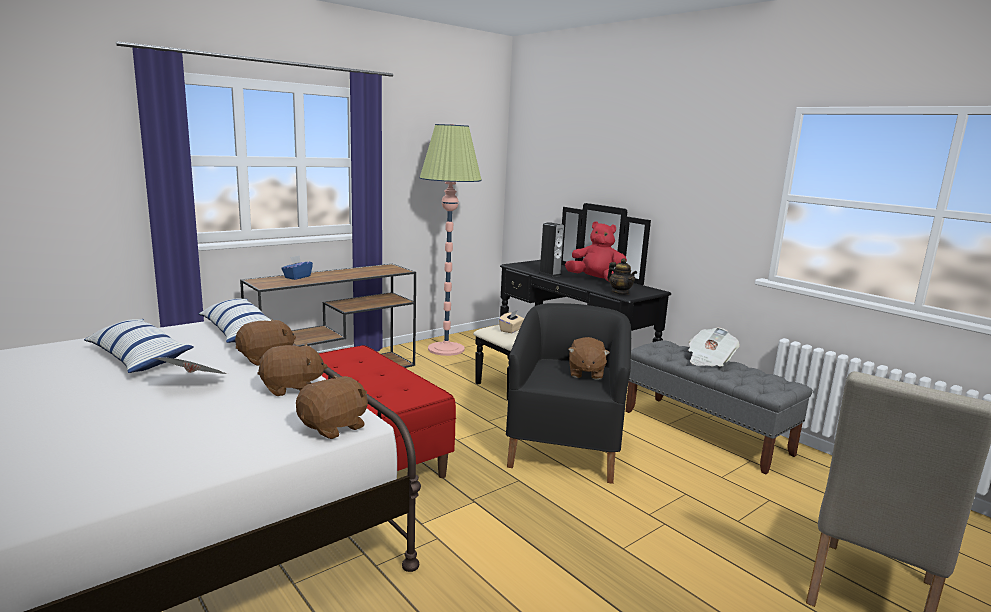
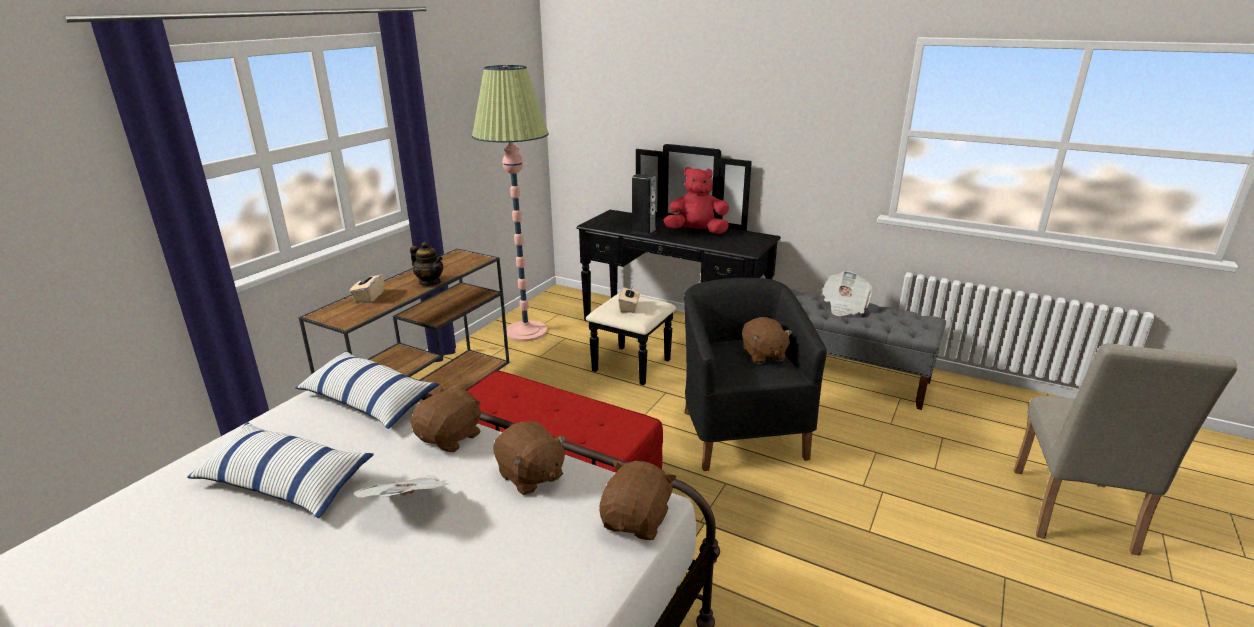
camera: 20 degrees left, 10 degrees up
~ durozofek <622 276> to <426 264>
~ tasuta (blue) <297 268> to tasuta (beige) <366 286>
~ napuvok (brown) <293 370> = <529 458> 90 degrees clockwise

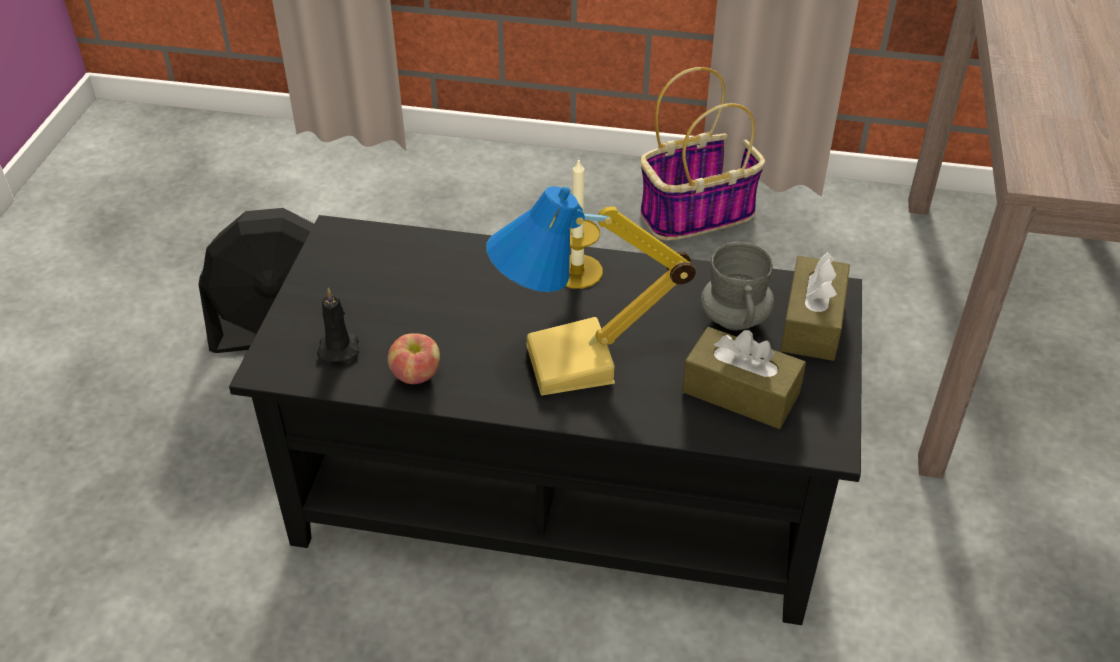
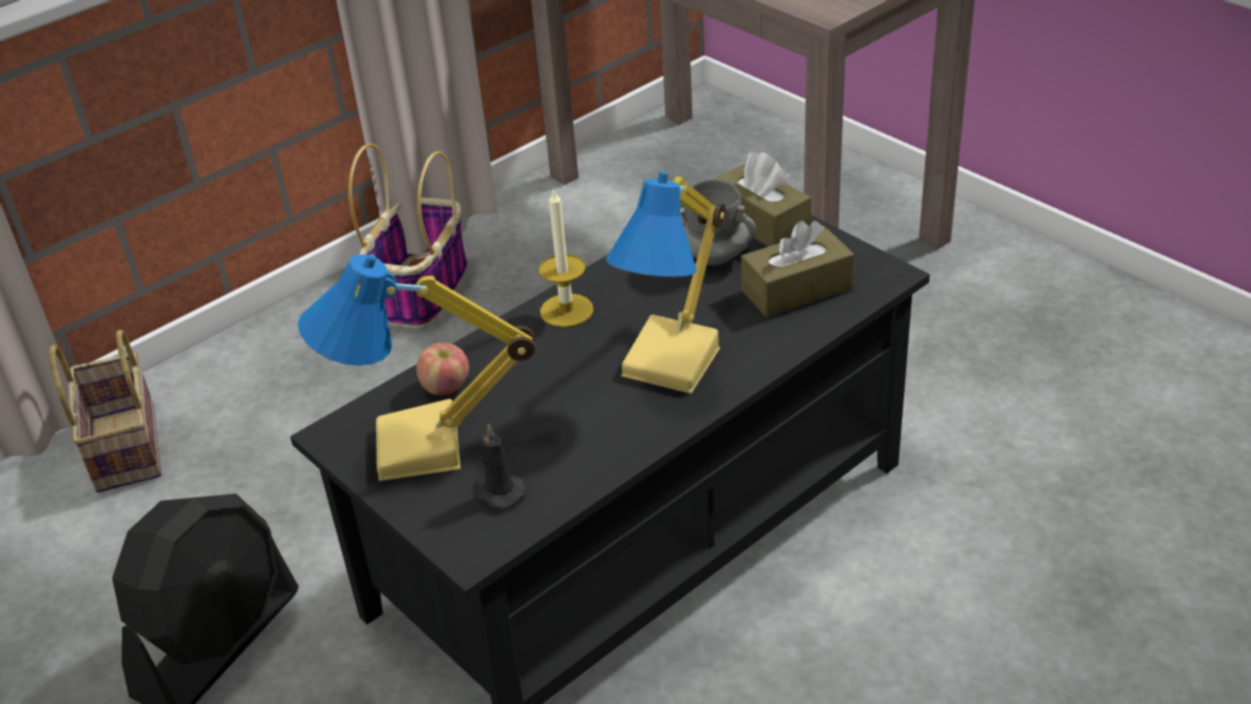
camera: 50 degrees left, 5 degrees down
+ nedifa <105 411>
+ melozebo <416 367>
~ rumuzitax <414 358> to <442 369>

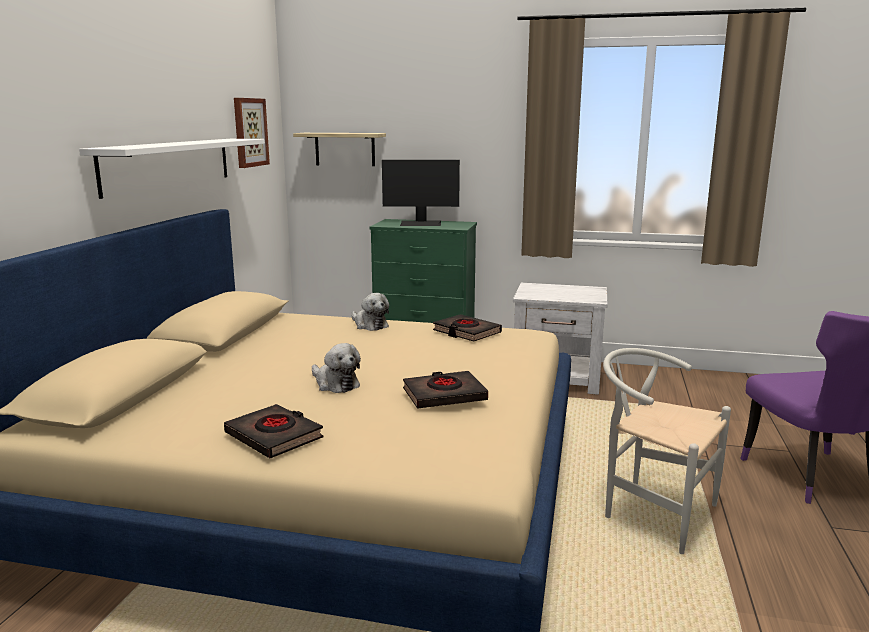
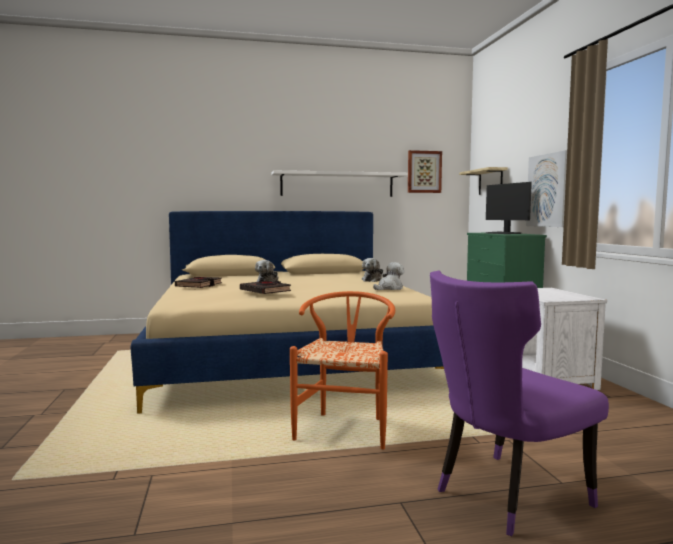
camera: 65 degrees right, 10 degrees down
+ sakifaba <546 188>
~ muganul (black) <467 327> to napuvok <388 276>
~ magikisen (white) <667 451> to magikisen (orange) <342 370>

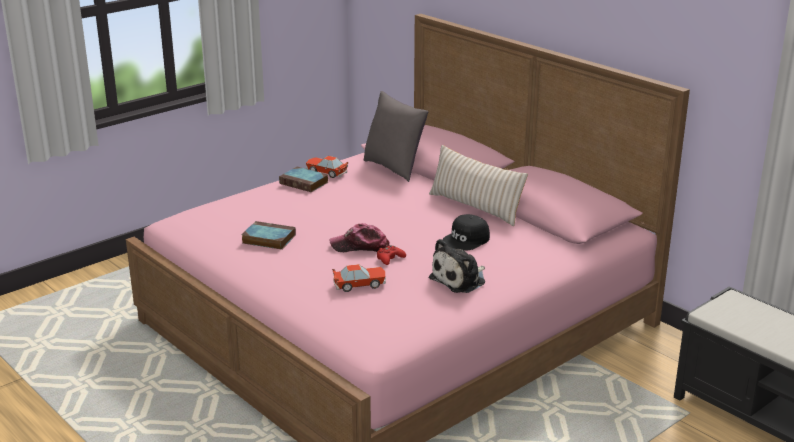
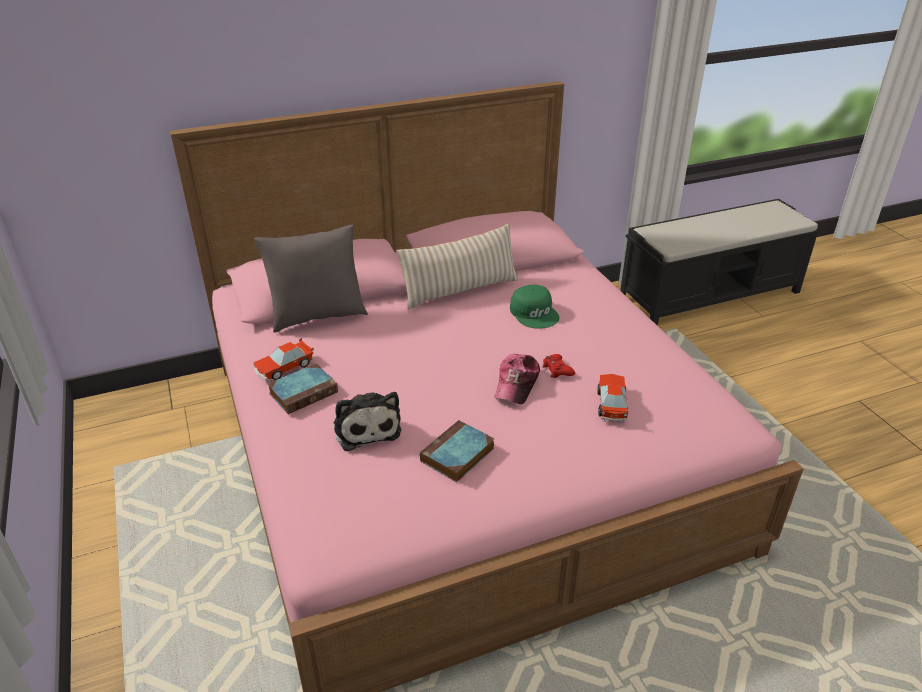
camera: 70 degrees left, 10 degrees up
~ napuvok <457 266> to <367 421>
~ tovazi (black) <466 232> to tovazi (green) <534 306>

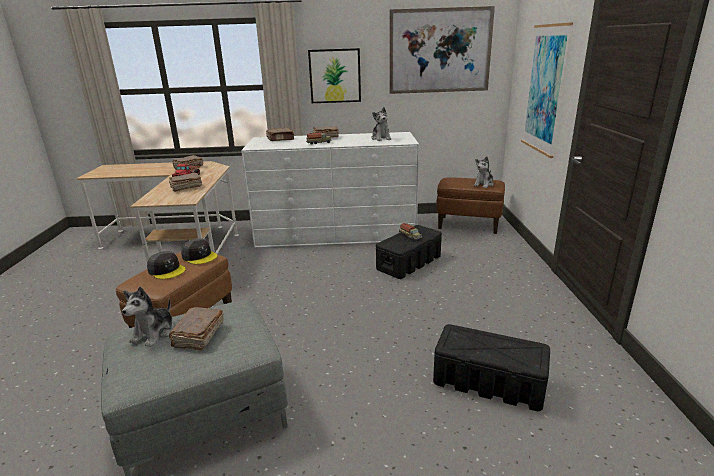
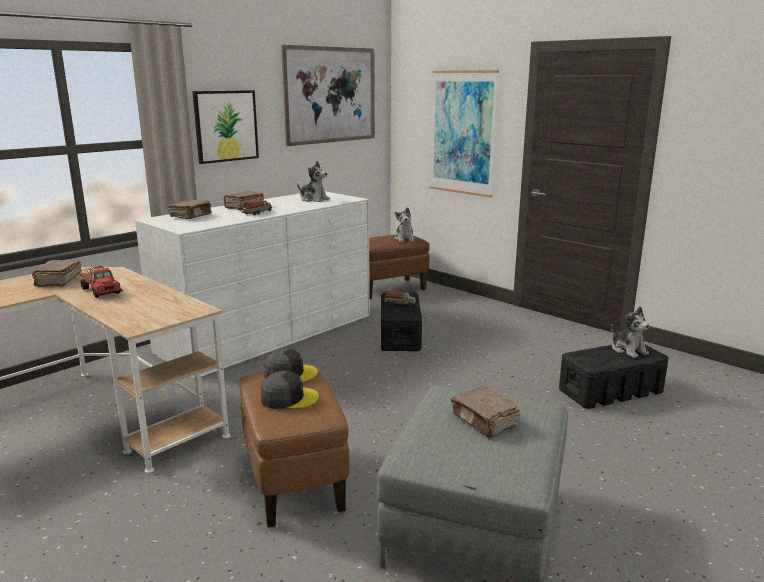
camera: 45 degrees left, 5 degrees down
- muganul (brown) <185 182>
~ napuvok <148 316> to <630 332>

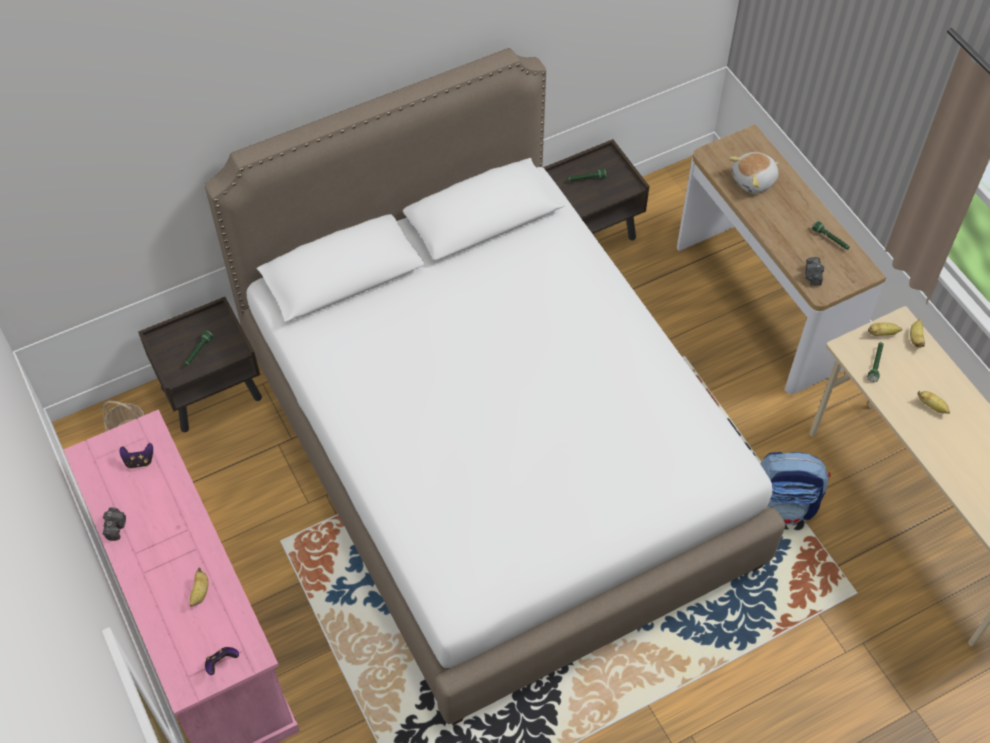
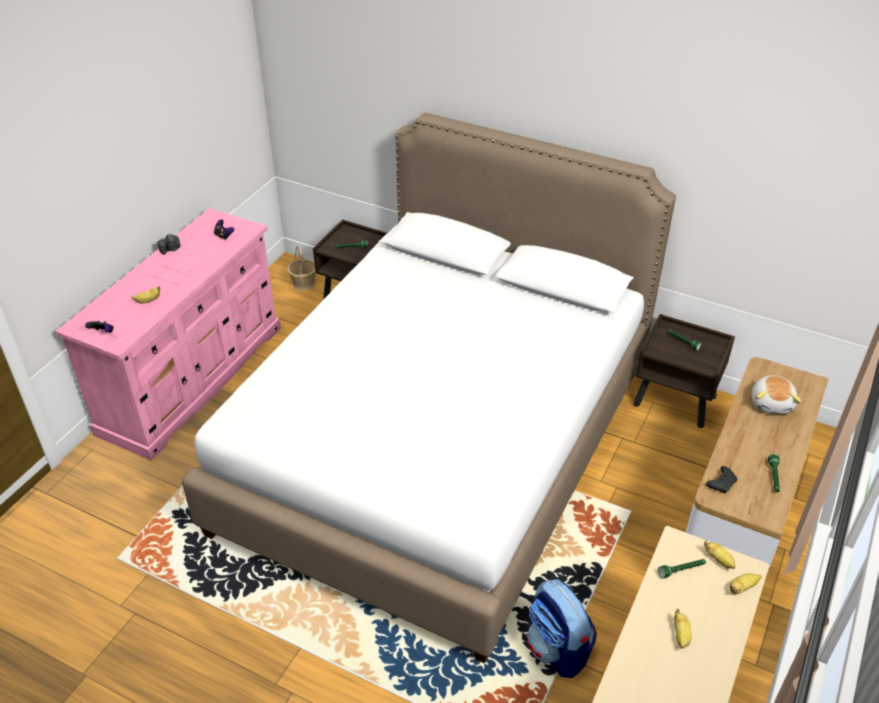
camera: 55 degrees right, 15 degrees down
~ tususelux <814 271> to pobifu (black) <721 480>
~ napuvok <753 172> = <777 394> 105 degrees counterclockwise

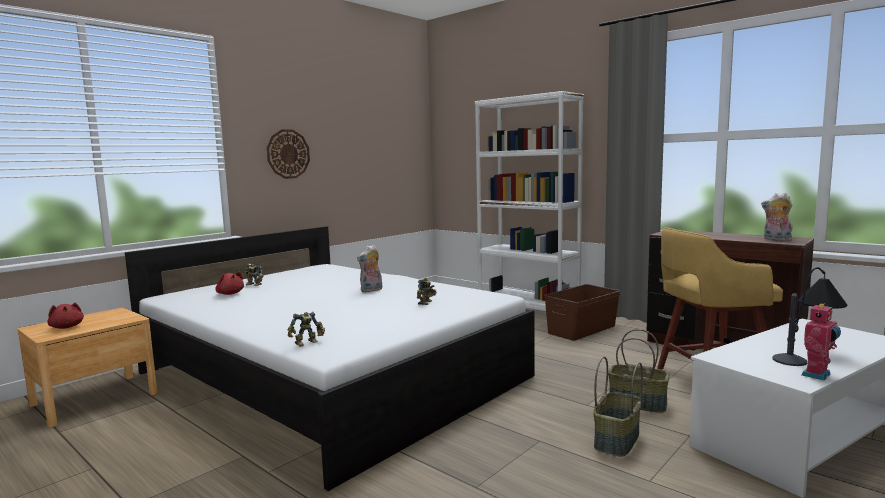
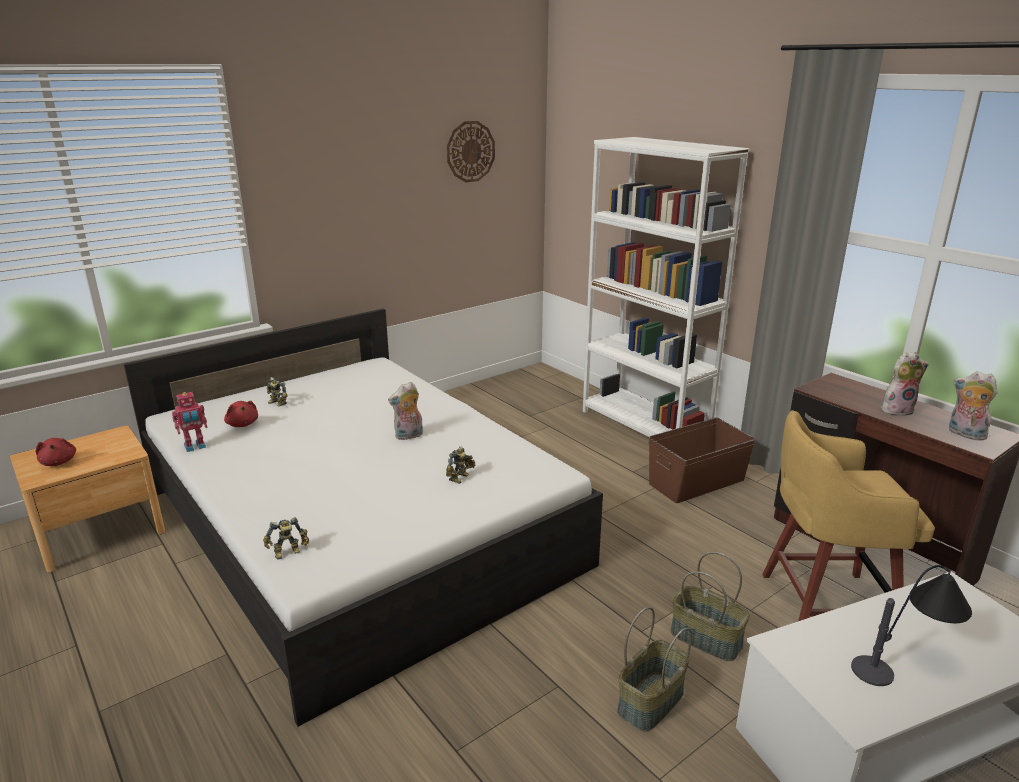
camera: 10 degrees right, 15 degrees up
+ napuvok <905 384>
~ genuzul <288 154> to <471 151>
~ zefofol <821 342> to <189 422>

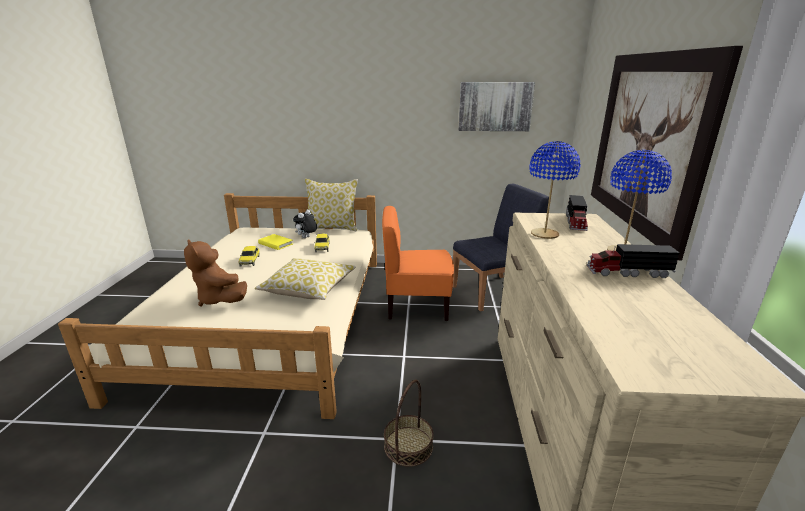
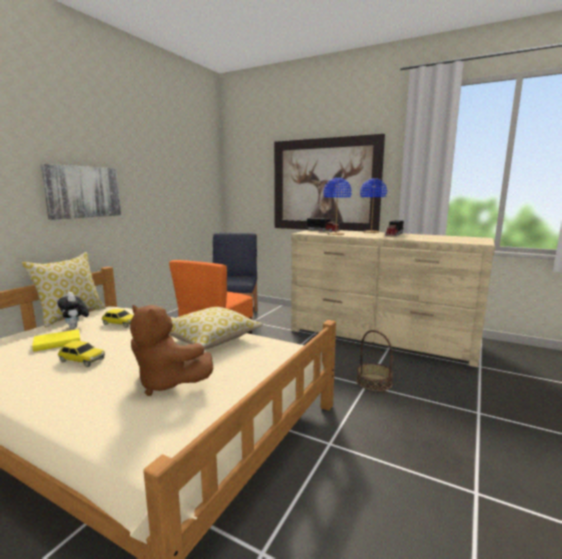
camera: 65 degrees left, 10 degrees down
~ sakifaba <496 106> to <80 192>
~ napuvok (brown) <215 273> = <171 350> 45 degrees clockwise

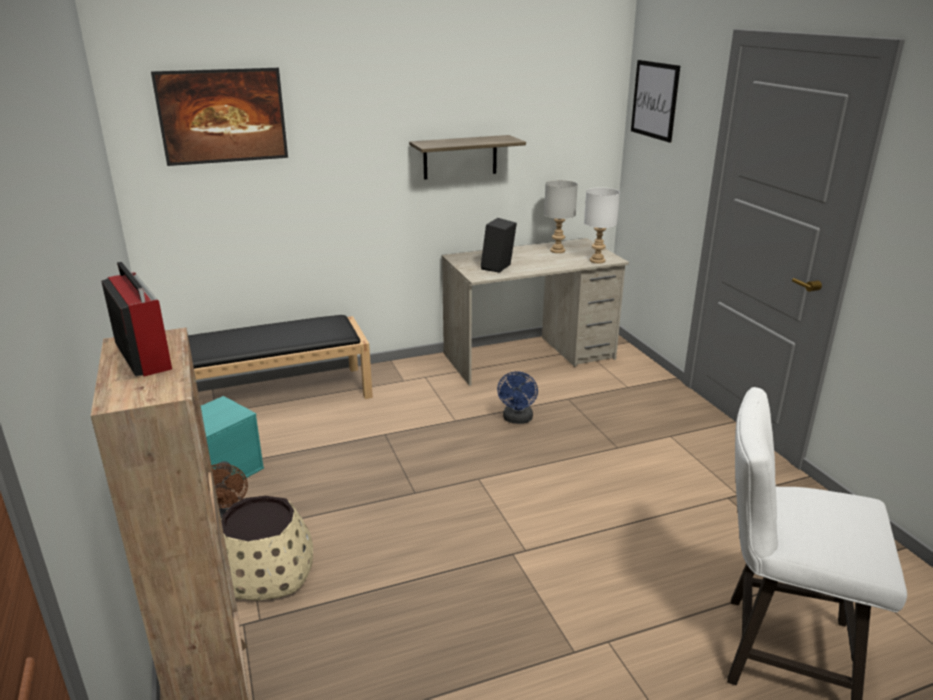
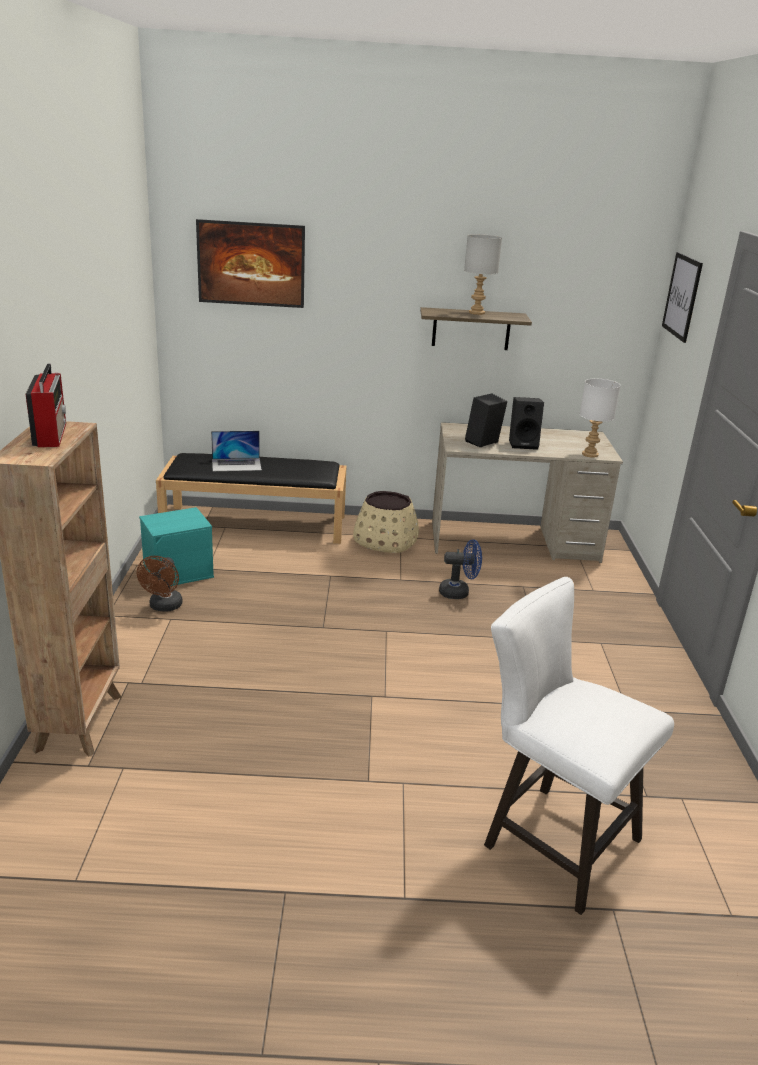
camera: 20 degrees right, 0 degrees up
+ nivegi <236 451>
+ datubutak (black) <526 423>
~ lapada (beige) <267 548> to <386 522>
~ melozebo (grey) <561 216> to <483 274>
~ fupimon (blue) <517 397> = <460 569> 120 degrees counterclockwise

